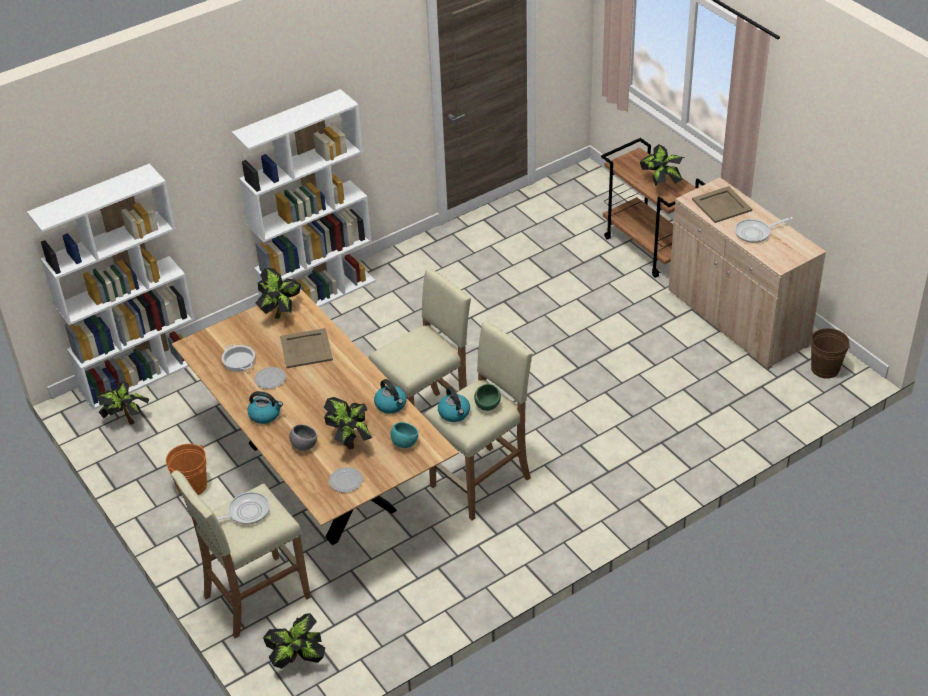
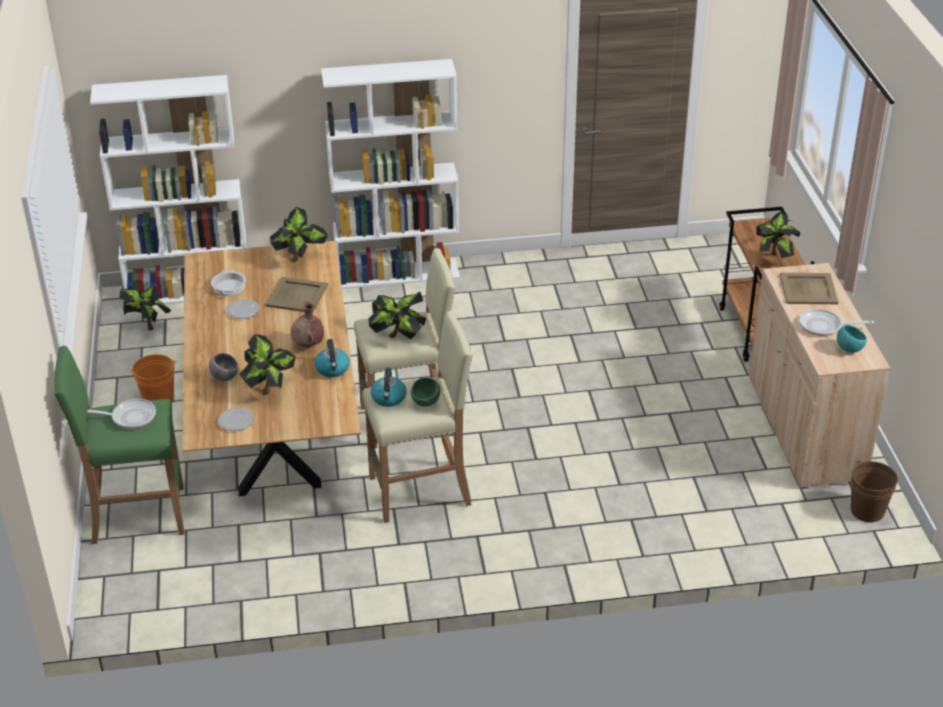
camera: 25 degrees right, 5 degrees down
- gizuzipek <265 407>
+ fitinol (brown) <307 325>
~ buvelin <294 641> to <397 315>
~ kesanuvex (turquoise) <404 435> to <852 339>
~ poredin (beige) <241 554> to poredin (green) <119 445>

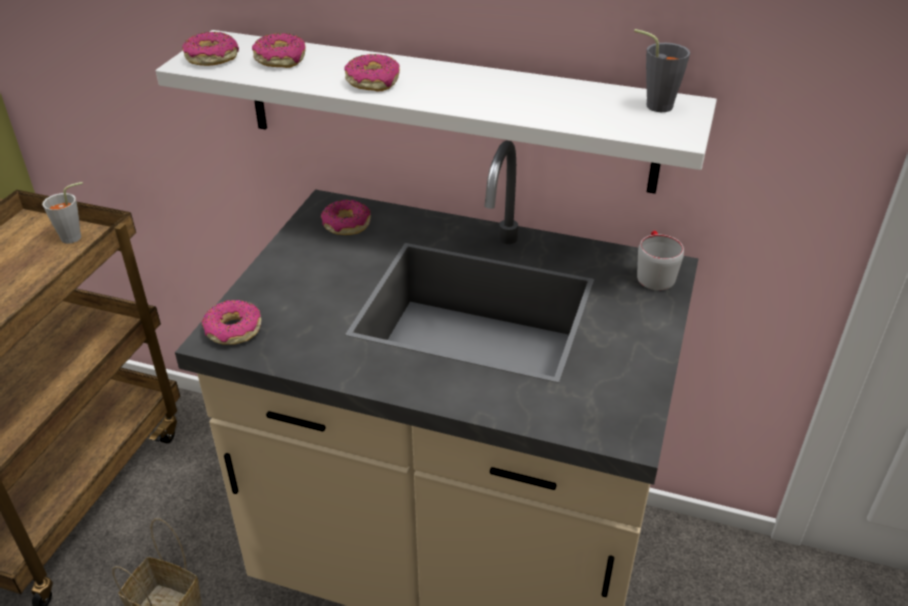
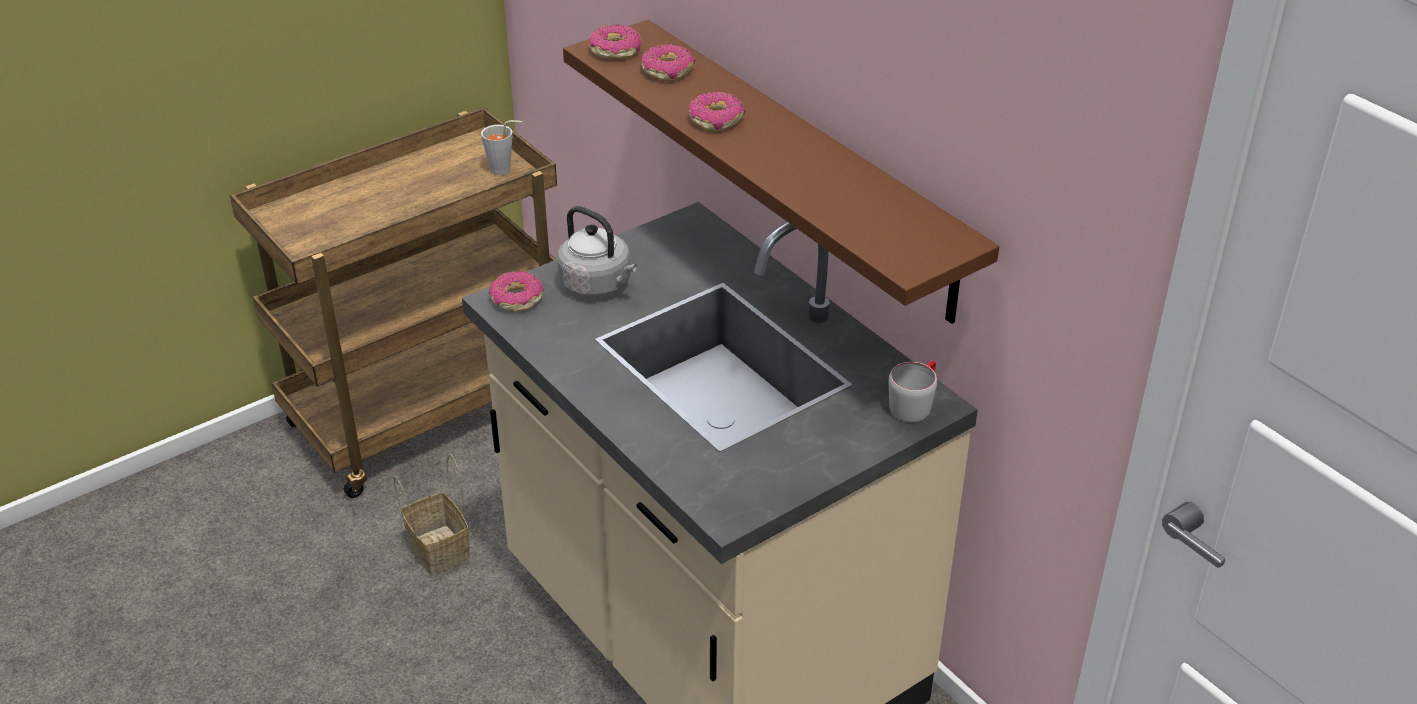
camera: 35 degrees right, 0 degrees up
- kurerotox <346 217>
- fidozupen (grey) <662 70>
+ gizuzipek (grey) <597 251>
~ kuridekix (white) <436 112> to kuridekix (brown) <781 172>

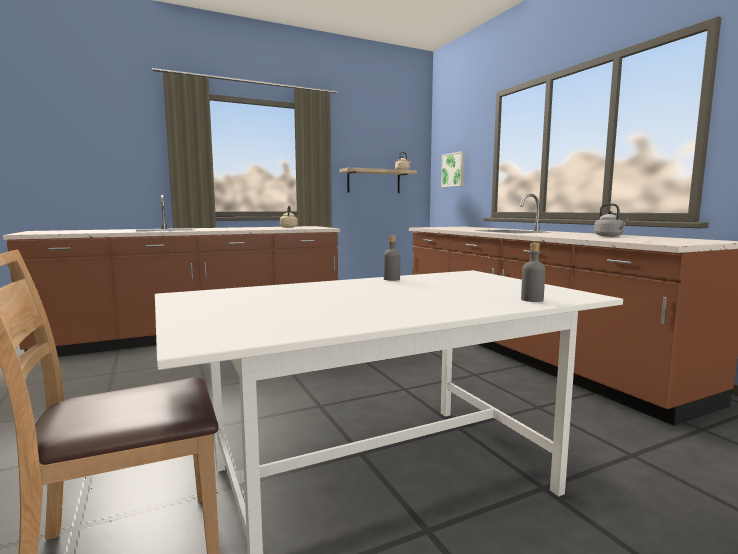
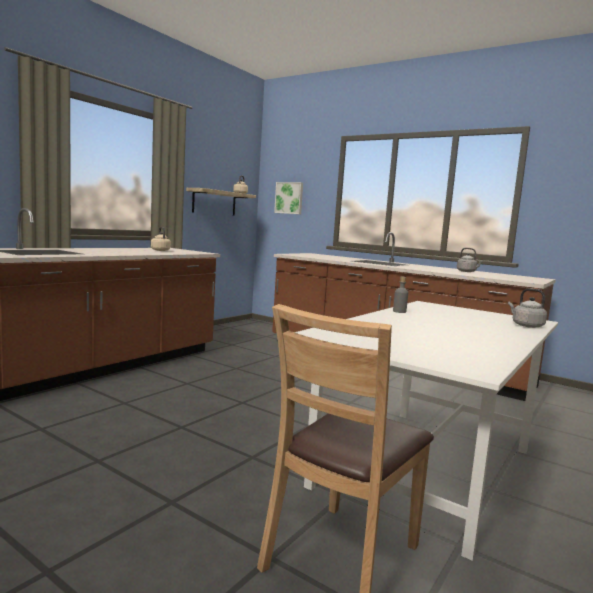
camera: 30 degrees left, 0 degrees up
~ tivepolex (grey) <533 272> to gizuzipek (grey) <527 308>

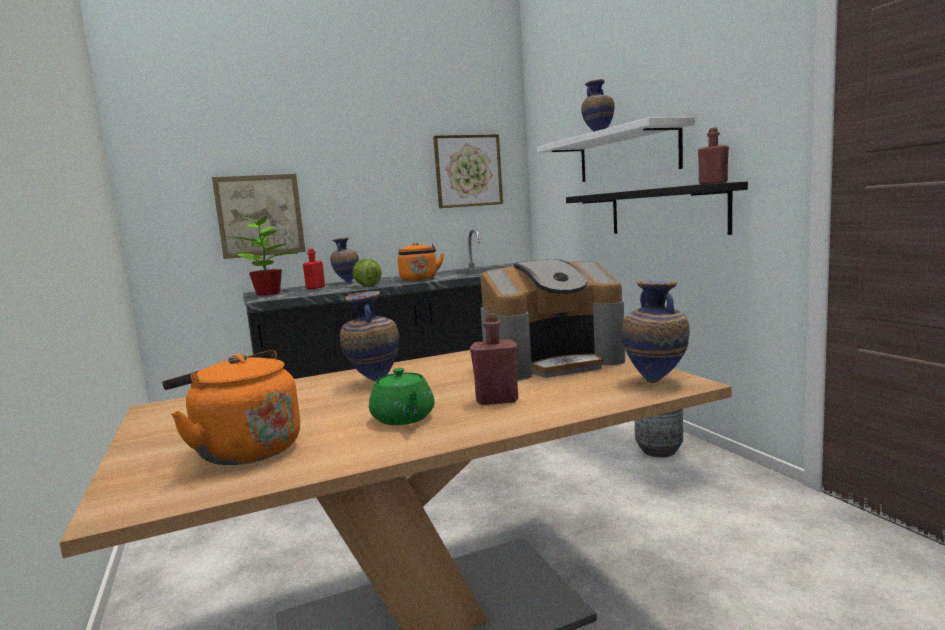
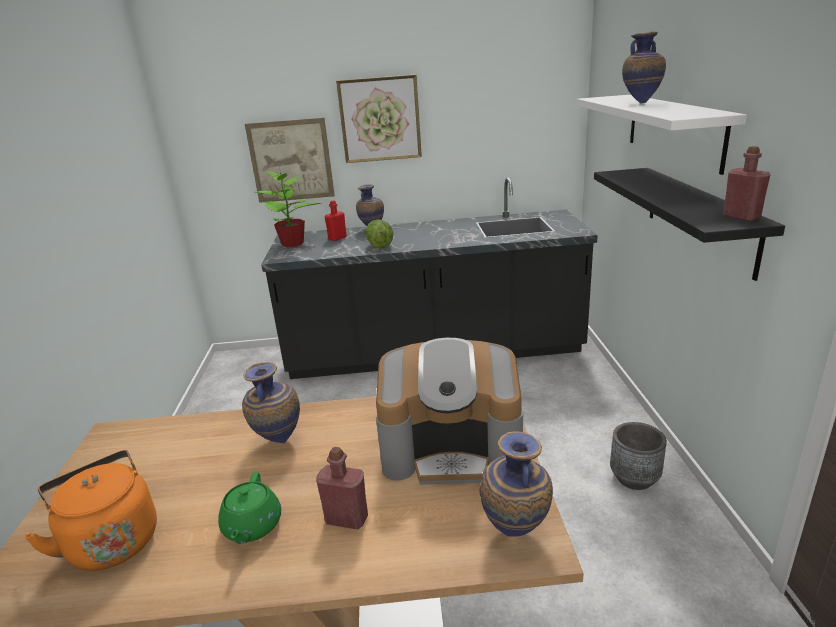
camera: 20 degrees right, 15 degrees up
- gizuzipek (orange) <421 261>
~ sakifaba <468 171> to <379 119>

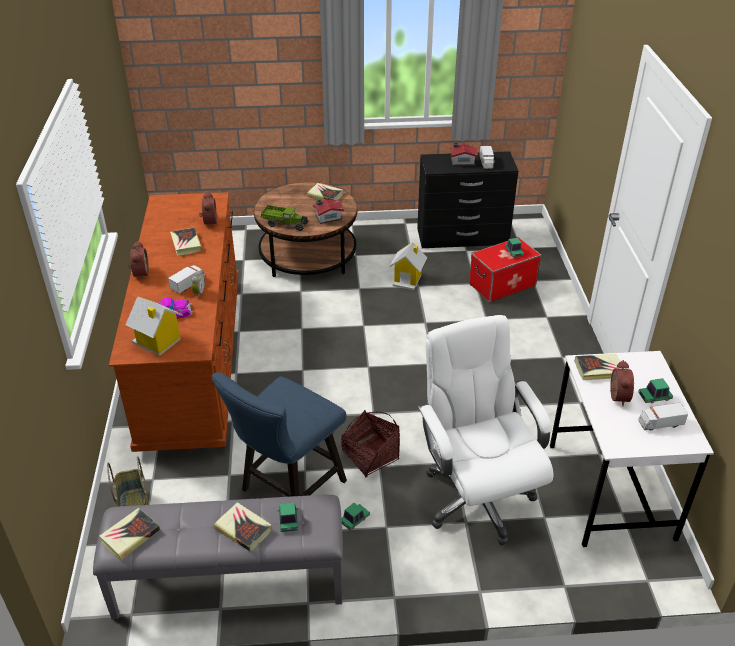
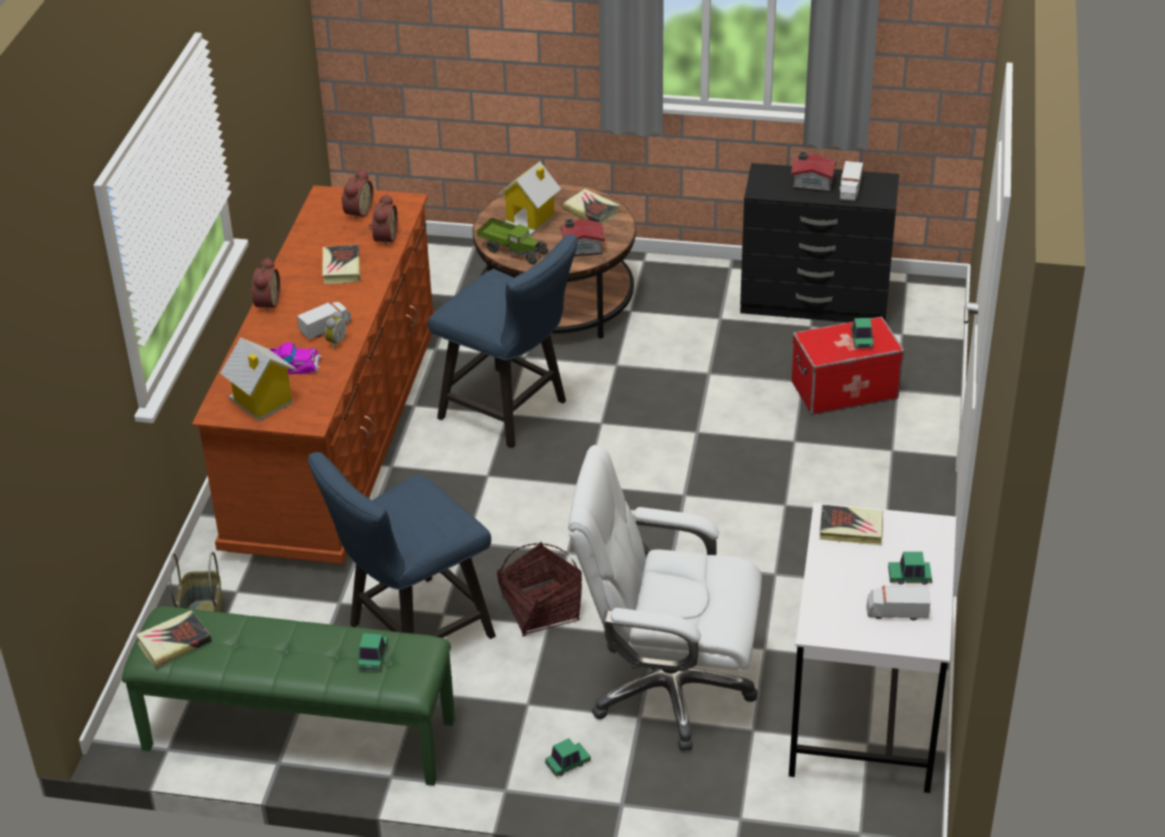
camera: 15 degrees right, 0 degrees up
- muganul <243 527>
+ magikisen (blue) <503 341>
~ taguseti <356 517> to <568 757>
~ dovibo <408 266> to <529 198>
~ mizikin <622 383> to <357 195>
~ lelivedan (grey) <218 556> to lelivedan (green) <288 696>
~ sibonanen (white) <485 430> = <665 598> 75 degrees counterclockwise

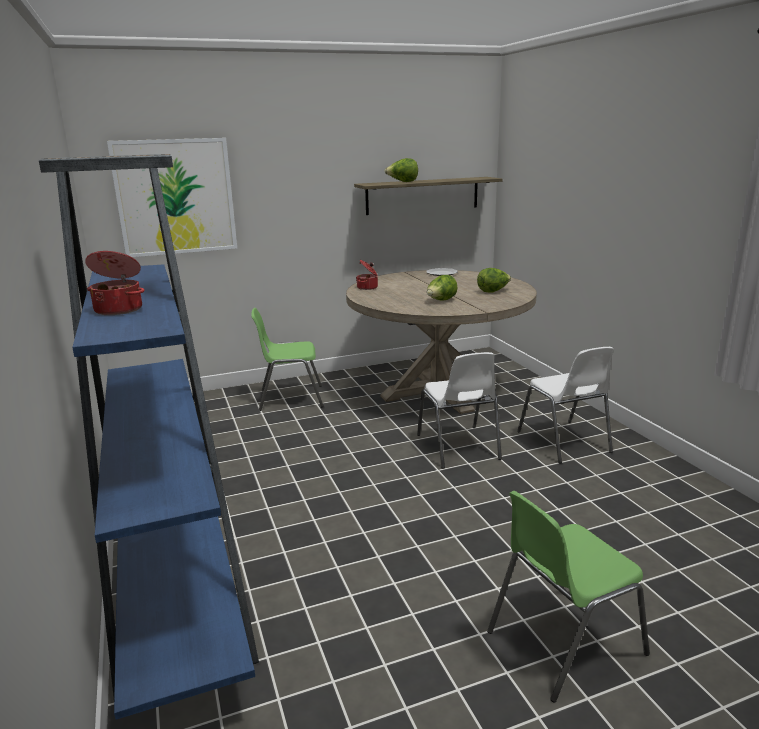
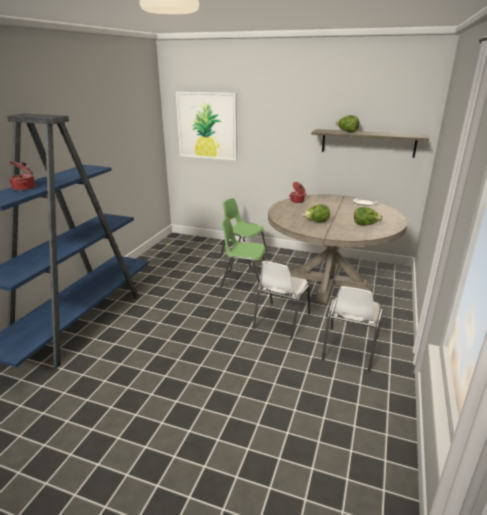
camera: 40 degrees right, 5 degrees up
~ magikisen (green) <568 597> to <242 254>

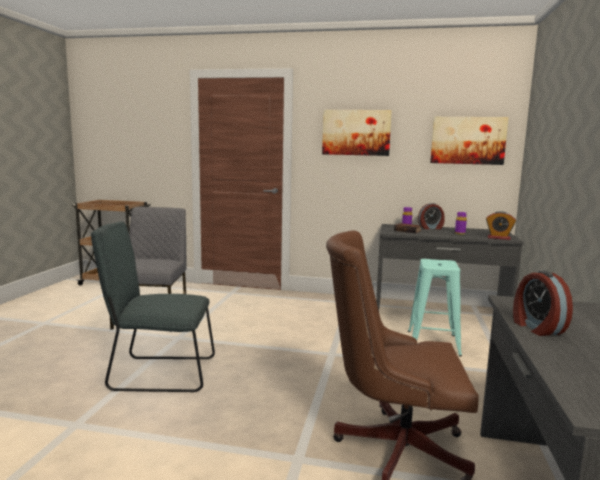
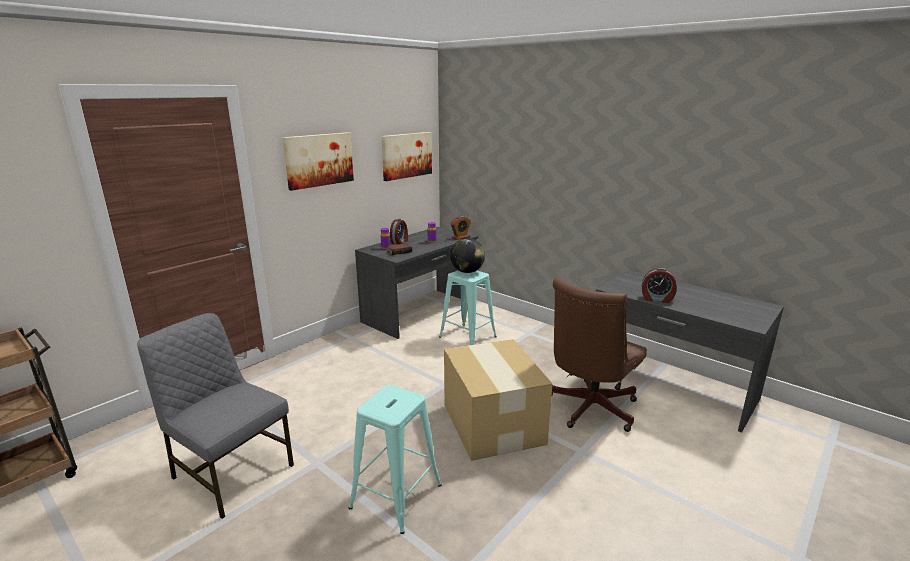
camera: 60 degrees left, 10 degrees up
+ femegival <498 400>
+ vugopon <467 255>
~ magikisen (grey) <153 306> to poredin (turquoise) <395 459>

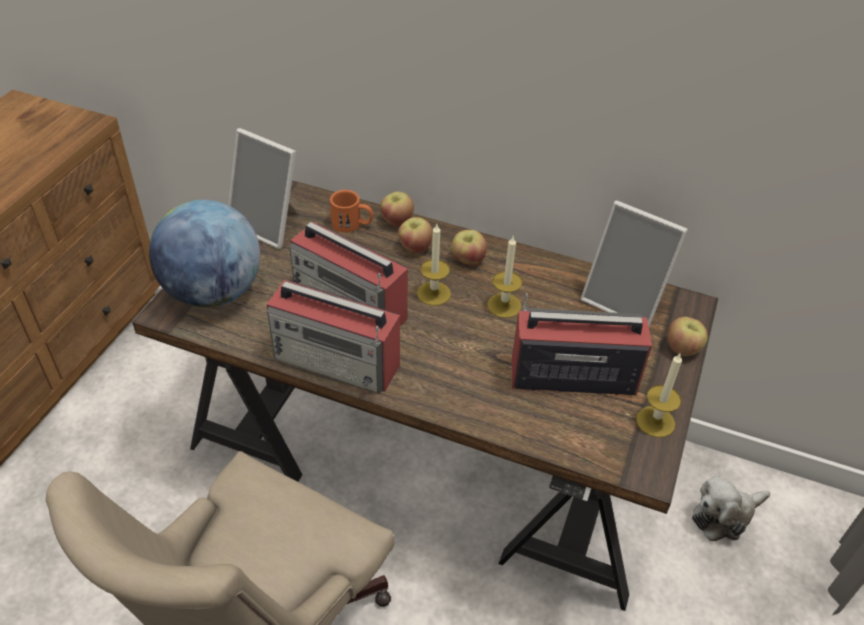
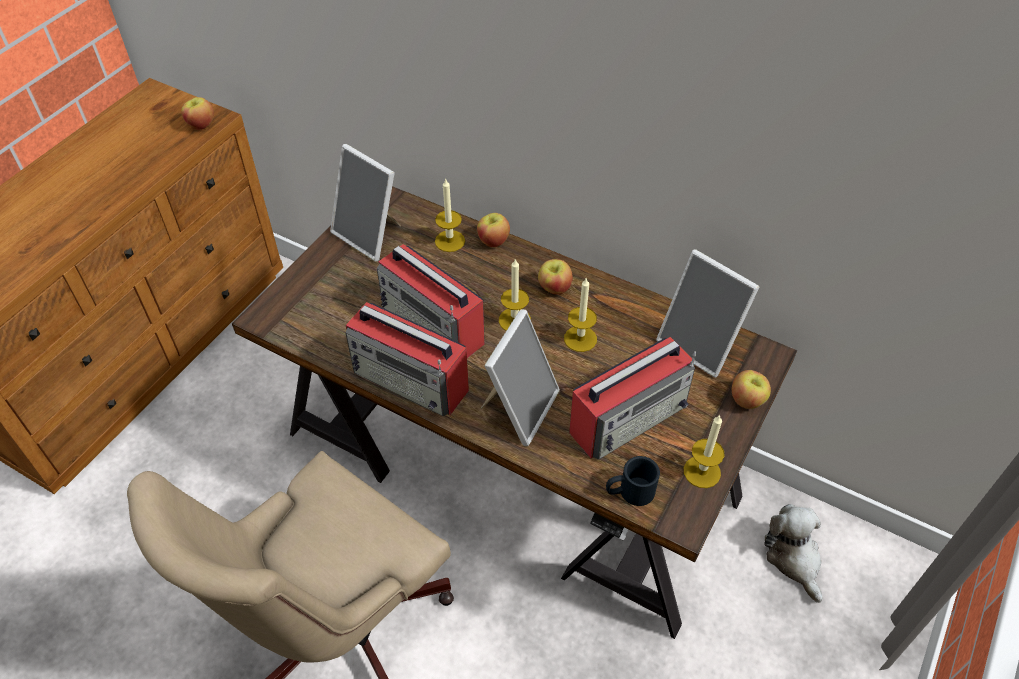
camera: 10 degrees right, 5 degrees up
- vugopon <204 254>
+ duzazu <520 377>
+ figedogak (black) <633 481>
~ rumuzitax <415 235> to <197 113>
~ figedogak (orange) <351 211> to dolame <450 215>
~ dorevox <581 344> = <632 398> 135 degrees clockwise
~ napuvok <731 508> = <793 553> 90 degrees clockwise

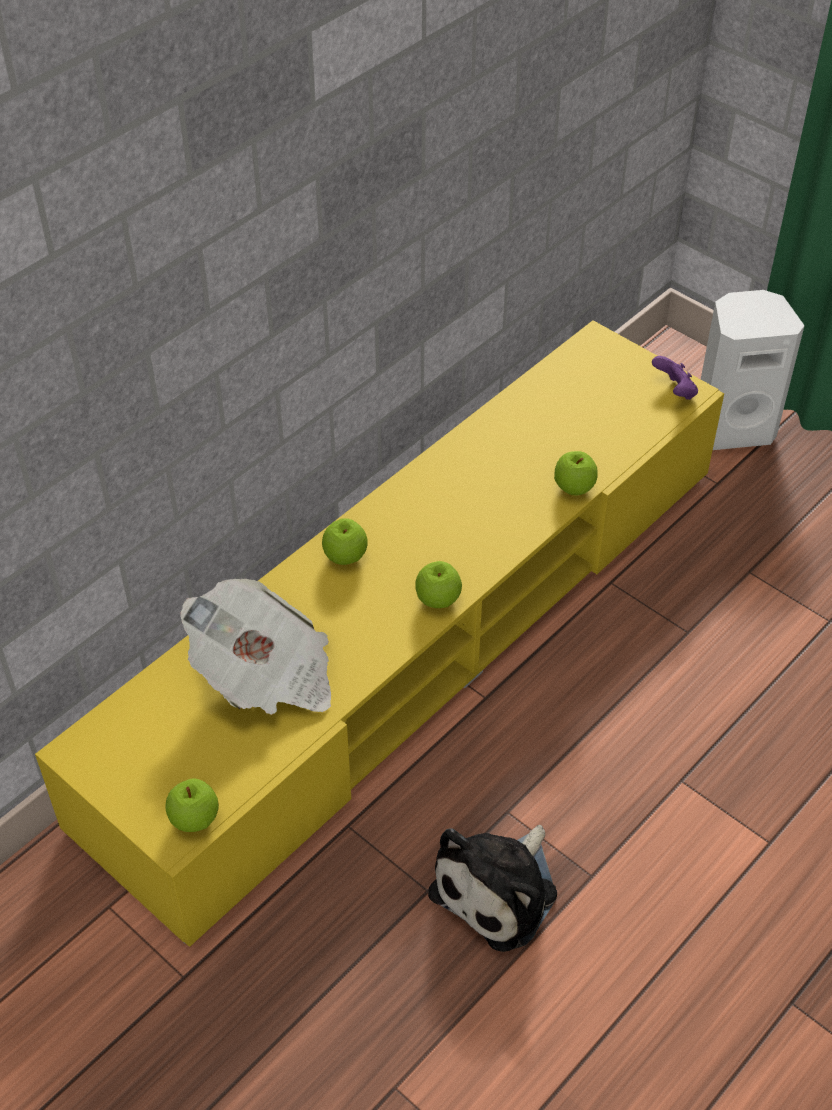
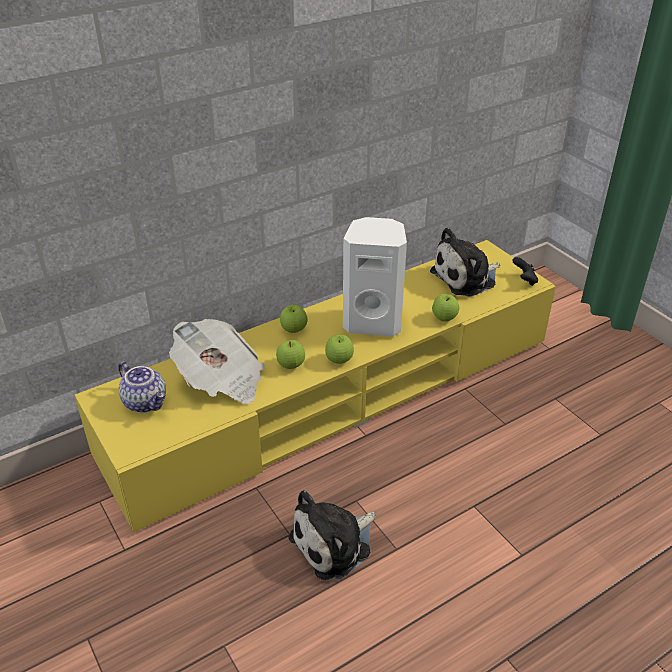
camera: 15 degrees right, 10 degrees down
+ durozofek <142 387>
+ napuvok <465 262>
~ rumuzitax <192 805> to <290 354>
~ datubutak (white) <753 370> to <375 276>
~ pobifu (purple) <675 378> to pobifu (black) <525 271>

